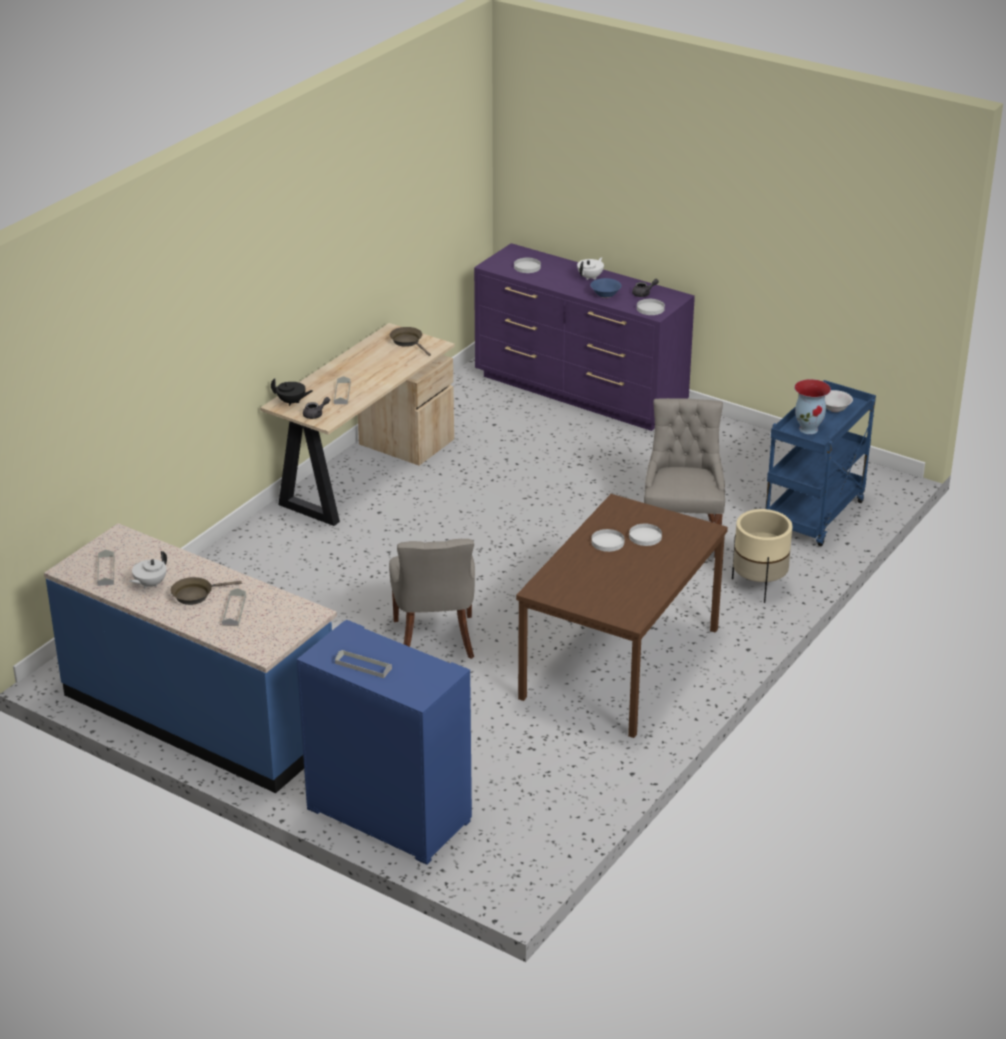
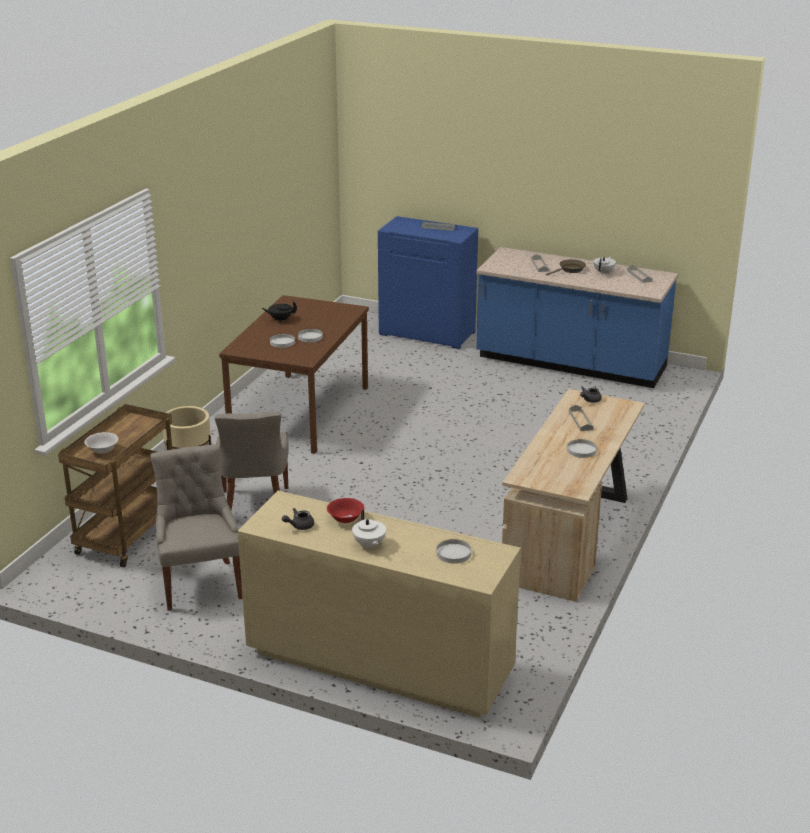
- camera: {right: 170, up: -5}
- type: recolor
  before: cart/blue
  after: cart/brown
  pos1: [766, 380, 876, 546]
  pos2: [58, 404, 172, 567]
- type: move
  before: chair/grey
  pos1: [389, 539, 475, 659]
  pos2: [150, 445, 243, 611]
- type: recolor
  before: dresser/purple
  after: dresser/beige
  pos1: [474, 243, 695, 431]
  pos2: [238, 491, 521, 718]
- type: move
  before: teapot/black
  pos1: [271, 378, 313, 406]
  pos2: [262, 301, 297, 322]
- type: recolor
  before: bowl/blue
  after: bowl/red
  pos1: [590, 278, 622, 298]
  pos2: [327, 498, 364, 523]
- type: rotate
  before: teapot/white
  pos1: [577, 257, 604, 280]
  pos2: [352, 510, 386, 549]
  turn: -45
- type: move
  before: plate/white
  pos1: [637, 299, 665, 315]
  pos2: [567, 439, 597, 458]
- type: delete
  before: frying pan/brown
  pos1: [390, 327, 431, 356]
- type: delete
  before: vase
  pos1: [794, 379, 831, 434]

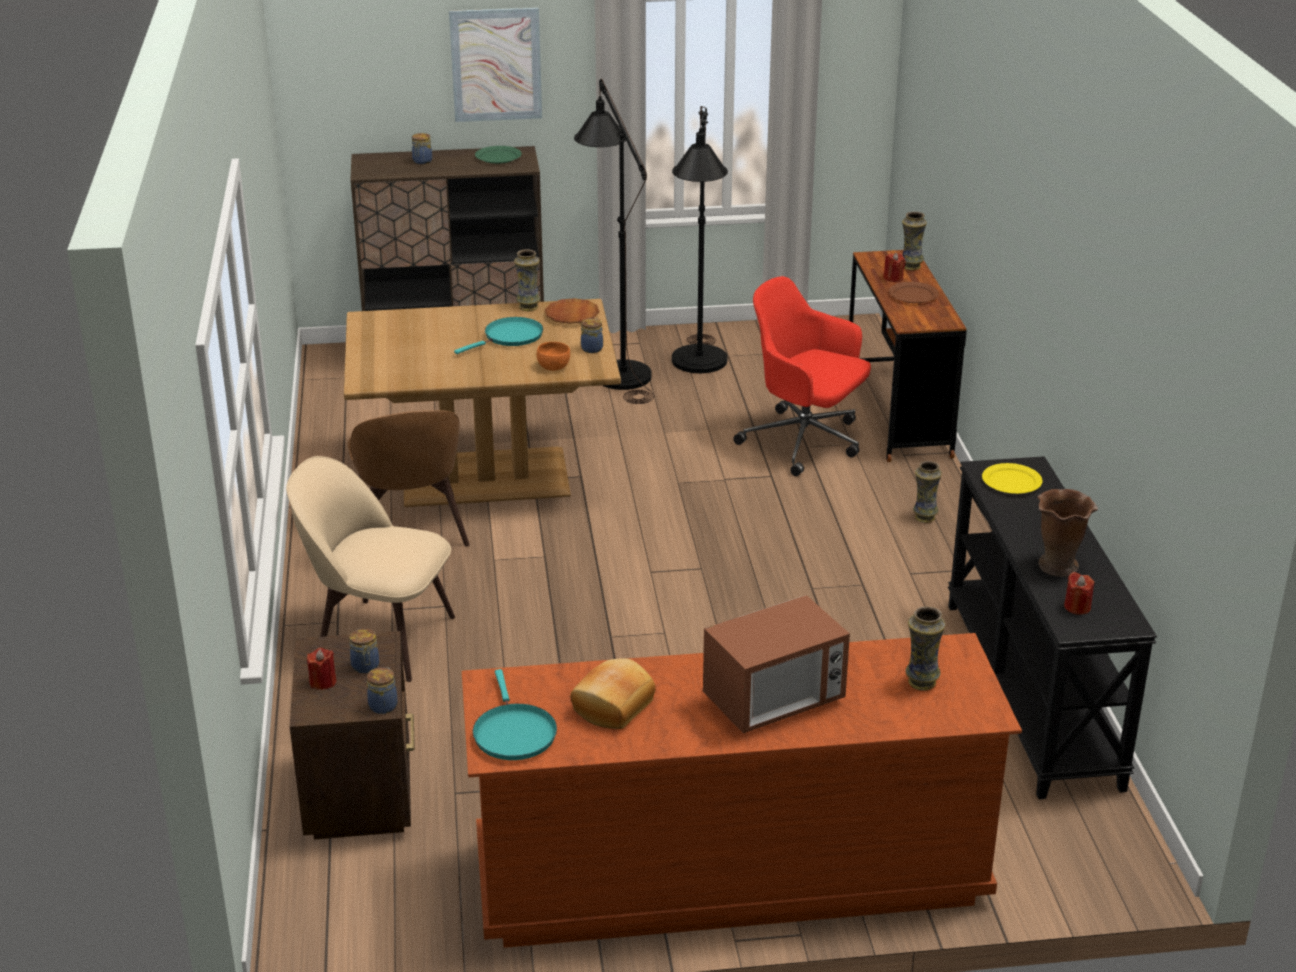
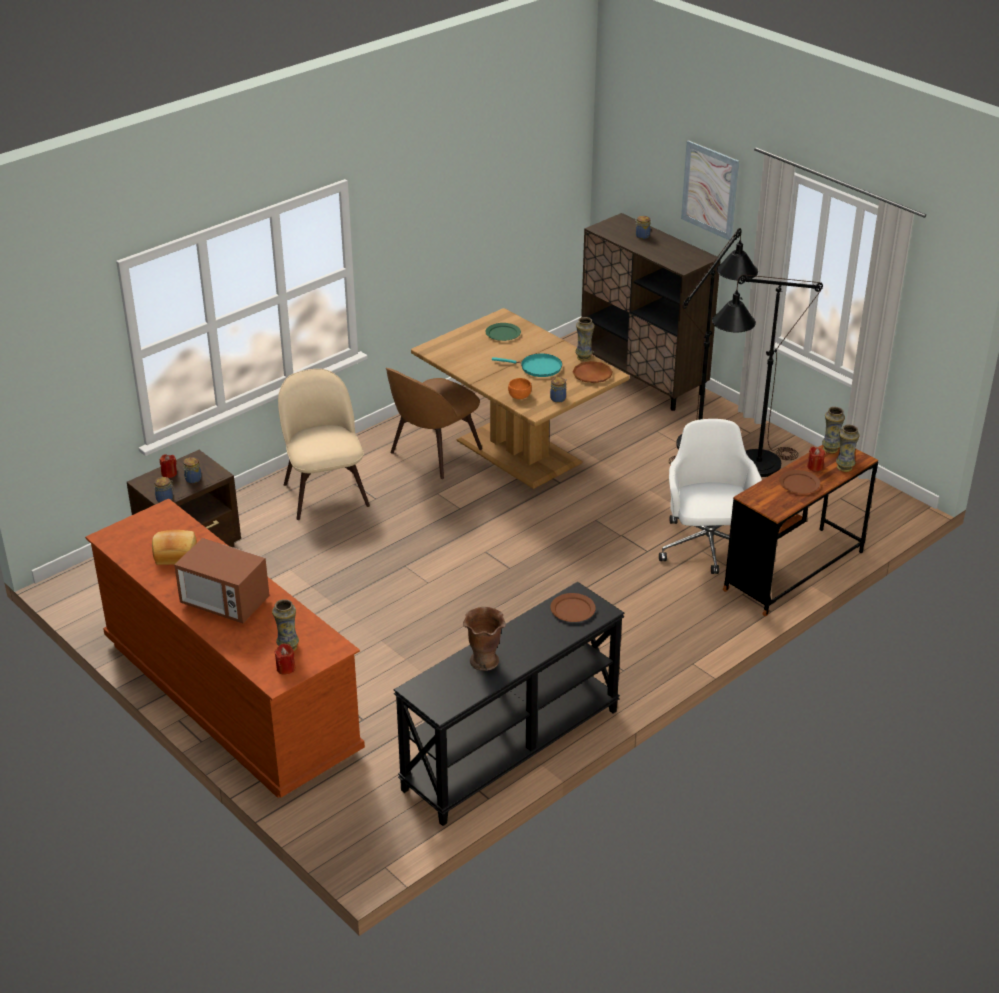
- camera: {right: 55, up: 5}
- type: move
  before: candle/red
  pos1: [1064, 572, 1095, 615]
  pos2: [274, 643, 295, 675]
- type: move
  before: plate/green
  pos1: [475, 146, 522, 164]
  pos2: [485, 323, 521, 341]
- type: recolor
  before: plate/yellow
  after: plate/brown
  pos1: [982, 463, 1043, 494]
  pos2: [550, 593, 596, 622]
- type: recolor
  before: office chair/red
  after: office chair/white
  pos1: [733, 276, 871, 476]
  pos2: [659, 419, 762, 574]
- type: move
  before: vase
  pos1: [913, 461, 942, 523]
  pos2: [822, 407, 845, 453]
- type: delete
  before: frying pan/turquoise
  pos1: [473, 669, 557, 760]

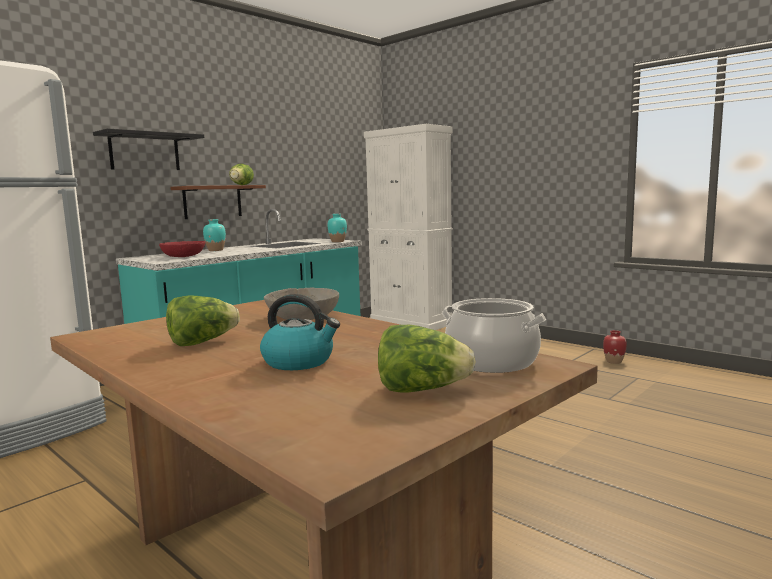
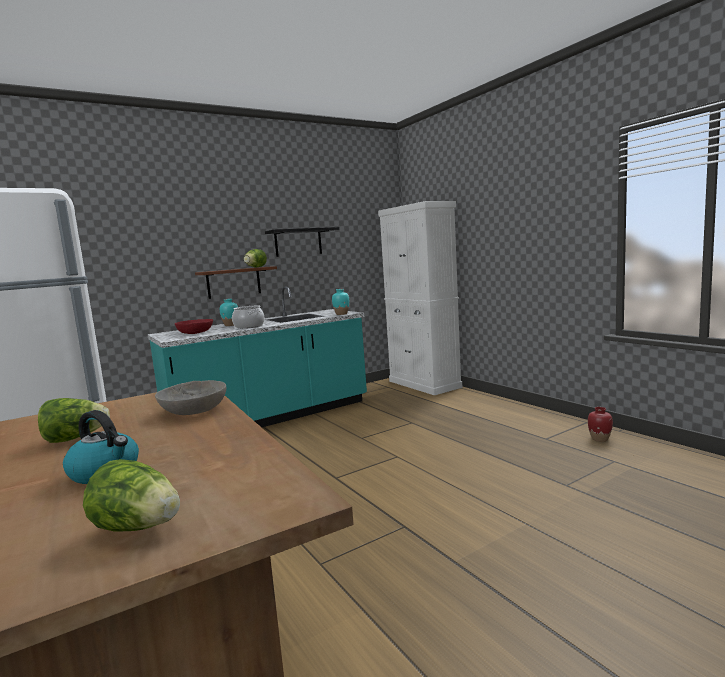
- camera: {right: 15, up: 0}
- type: move
  before: cooking pot
  pos1: [442, 298, 546, 373]
  pos2: [232, 306, 265, 328]
- type: move
  before: shelf/black
  pos1: [93, 128, 204, 170]
  pos2: [265, 227, 339, 257]

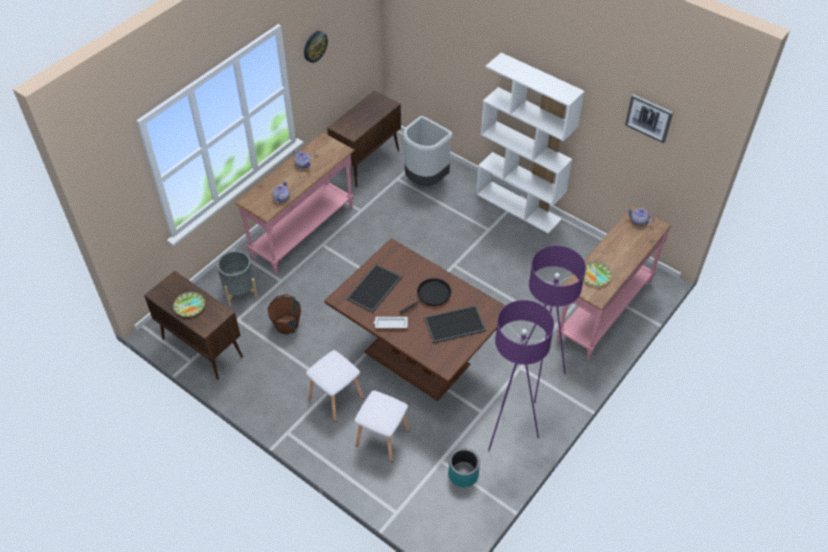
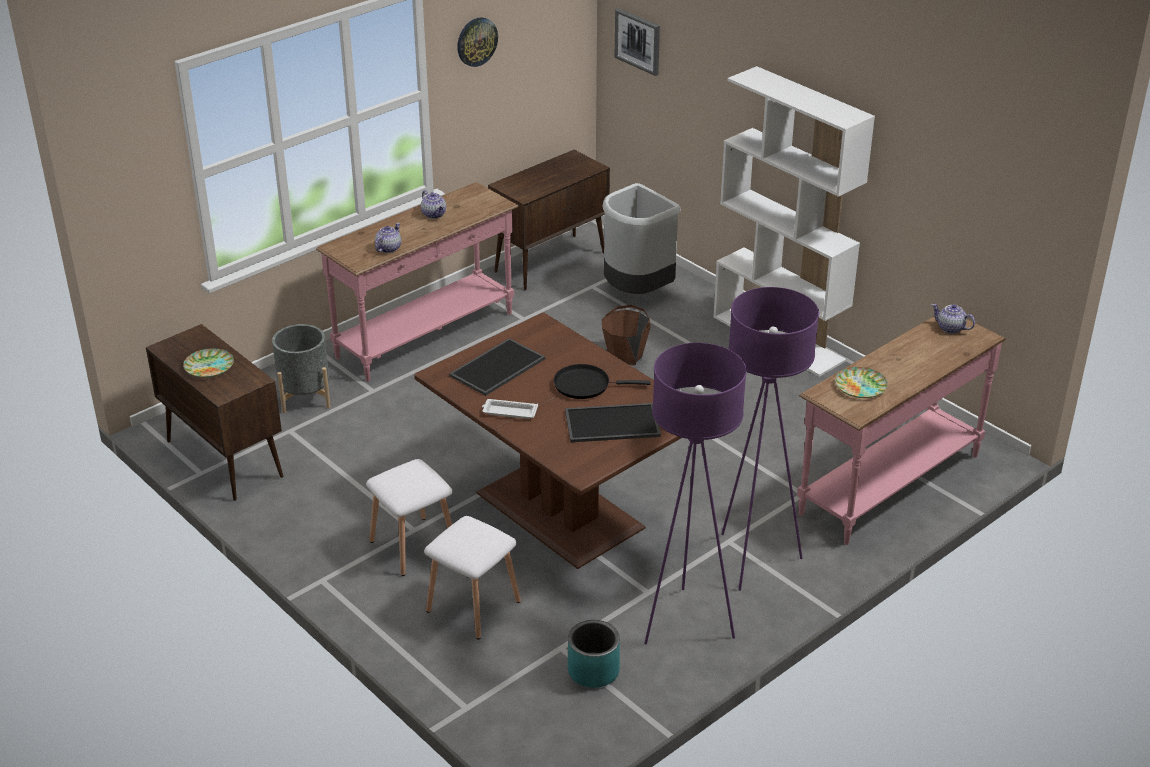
- camera: {right: 10, up: -15}
- type: rotate
  before: frying pan/black
  pos1: [400, 278, 451, 314]
  pos2: [554, 364, 650, 399]
  turn: -150
- type: move
  before: bucket/brown
  pos1: [268, 294, 301, 335]
  pos2: [602, 305, 650, 366]
- type: move
  before: picture
  pos1: [625, 94, 673, 143]
  pos2: [615, 8, 660, 76]

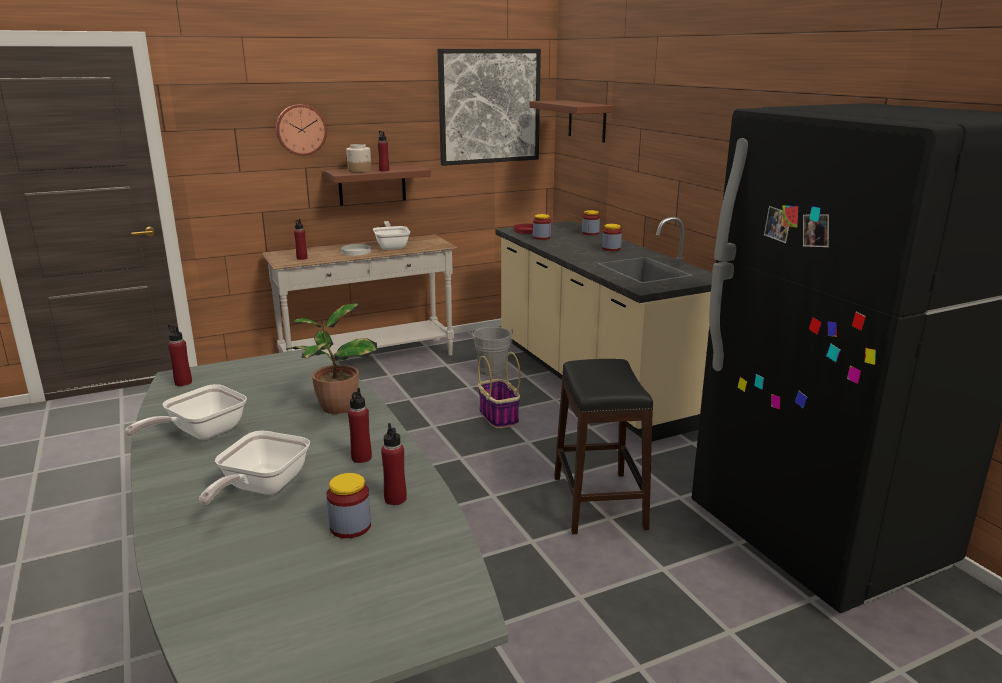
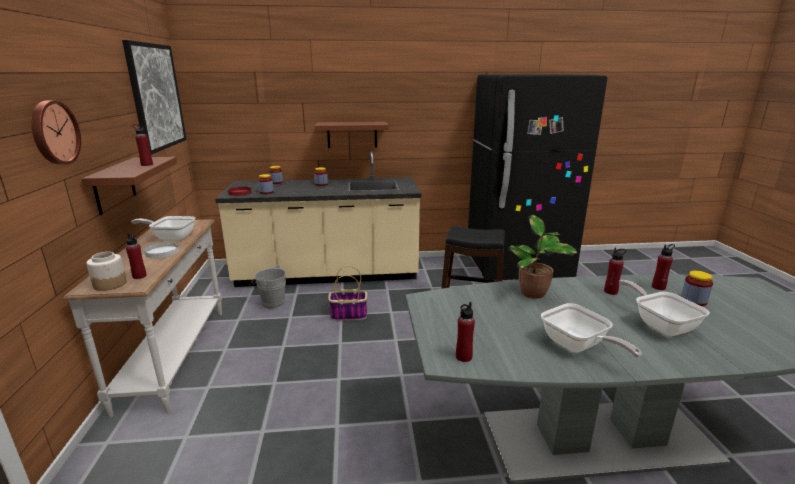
- camera: {right: -70, up: 0}
- type: move
  before: jar
  pos1: [346, 144, 372, 173]
  pos2: [86, 252, 127, 291]
- type: move
  before: shelf/brown
  pos1: [529, 100, 614, 142]
  pos2: [315, 122, 388, 148]
- type: rotate
  before: frying pan
  pos1: [199, 430, 310, 505]
  pos2: [619, 280, 710, 336]
  turn: -150

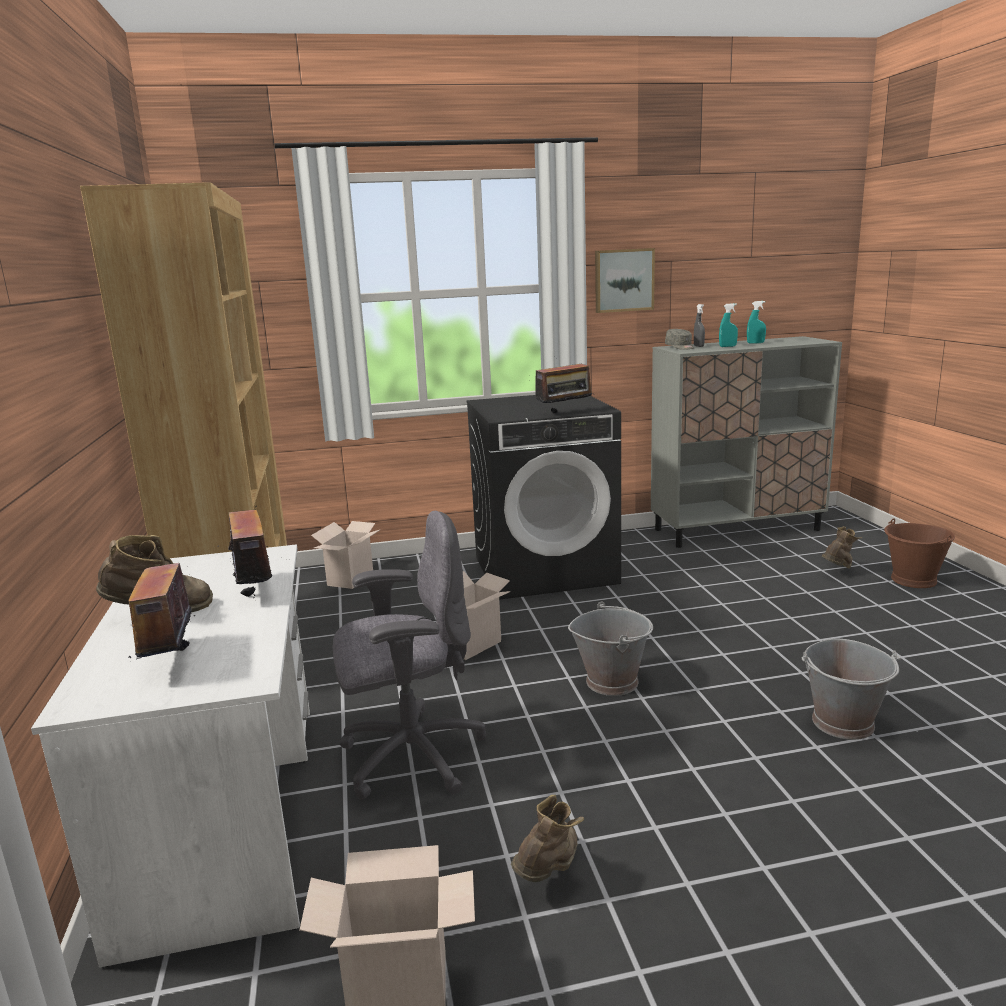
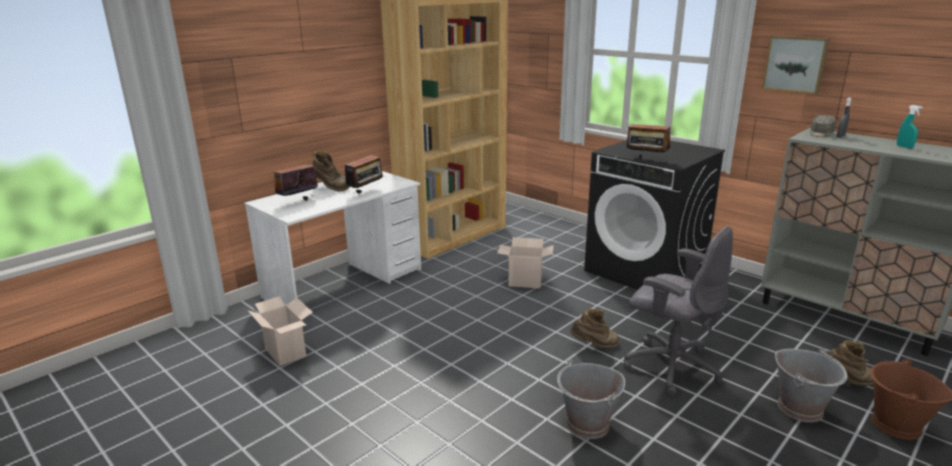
- camera: {right: 55, up: 5}
- type: move
  before: boot/brown
  pos1: [511, 795, 584, 882]
  pos2: [570, 309, 619, 349]
- type: move
  before: office chair/grey
  pos1: [333, 511, 486, 800]
  pos2: [624, 226, 733, 396]
- type: move
  before: bucket/grey
  pos1: [568, 602, 653, 696]
  pos2: [775, 348, 847, 422]
- type: delete
  before: cardboard box
  pos1: [311, 521, 381, 589]
- type: delete
  before: spray bottle/turquoise
  pos1: [719, 303, 738, 347]

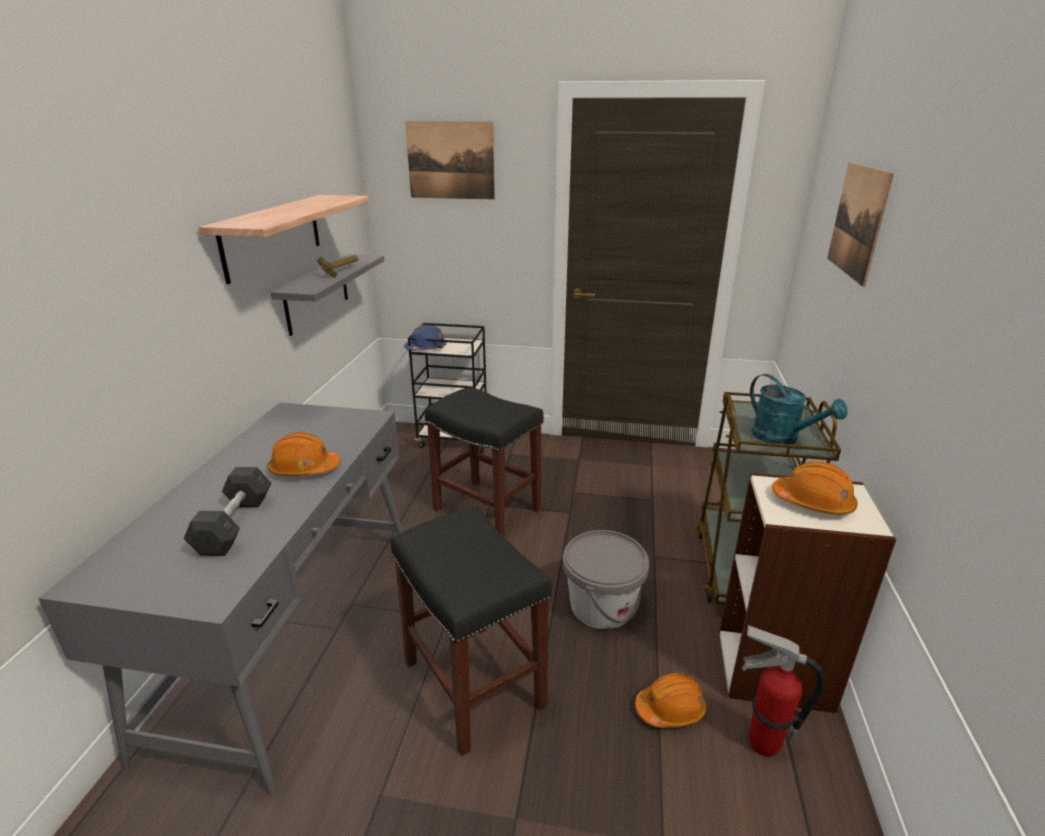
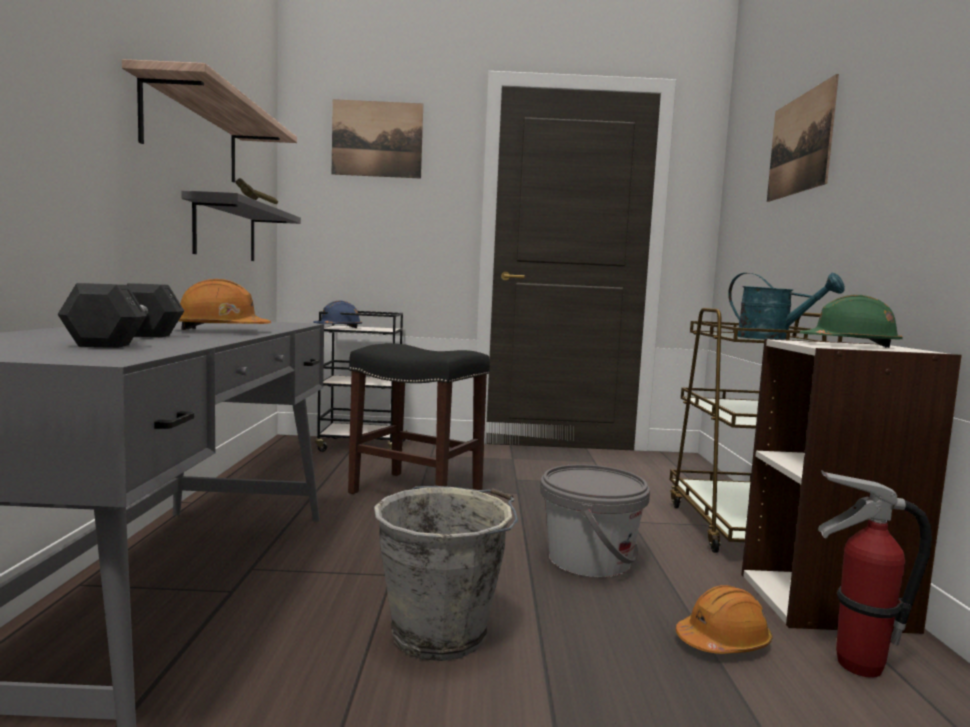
- camera: {right: -10, up: -20}
- type: replace
  before: stool/black
  after: bucket/grey
  pos1: [391, 507, 552, 756]
  pos2: [374, 486, 518, 661]
- type: recolor
  before: hard hat/orange
  after: hard hat/green
  pos1: [772, 461, 858, 516]
  pos2: [799, 295, 902, 348]

